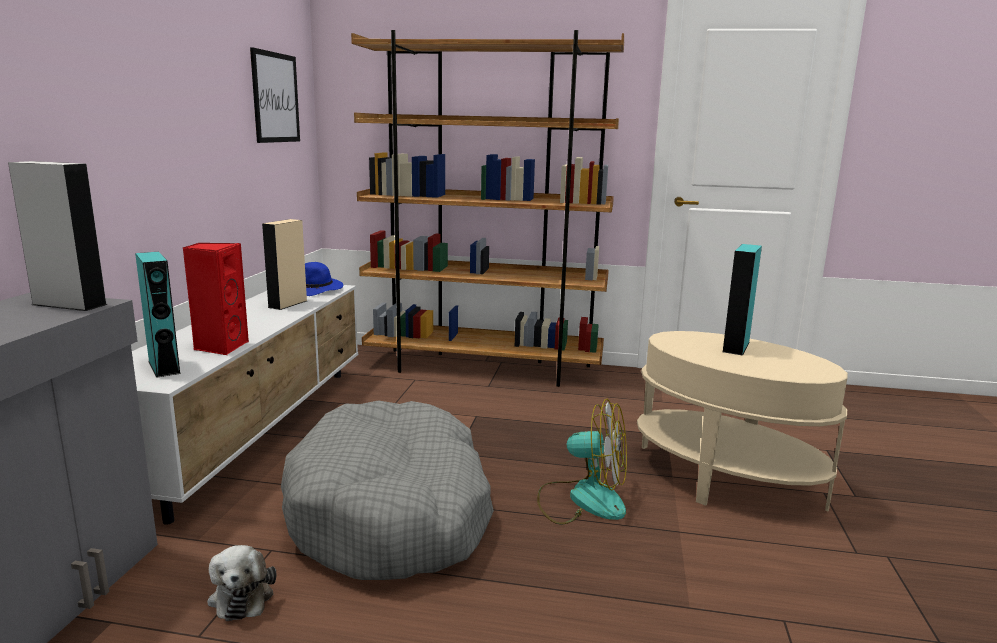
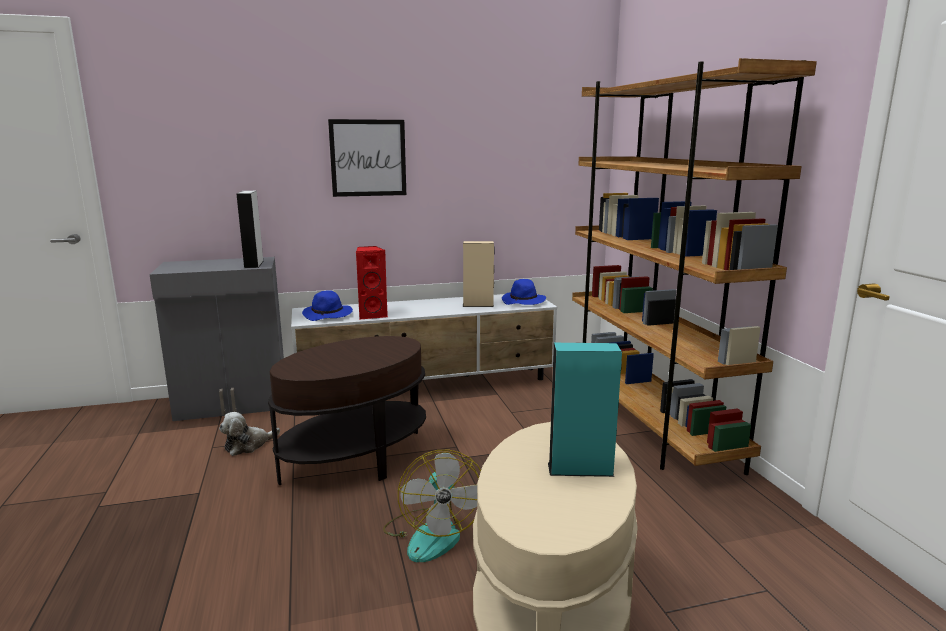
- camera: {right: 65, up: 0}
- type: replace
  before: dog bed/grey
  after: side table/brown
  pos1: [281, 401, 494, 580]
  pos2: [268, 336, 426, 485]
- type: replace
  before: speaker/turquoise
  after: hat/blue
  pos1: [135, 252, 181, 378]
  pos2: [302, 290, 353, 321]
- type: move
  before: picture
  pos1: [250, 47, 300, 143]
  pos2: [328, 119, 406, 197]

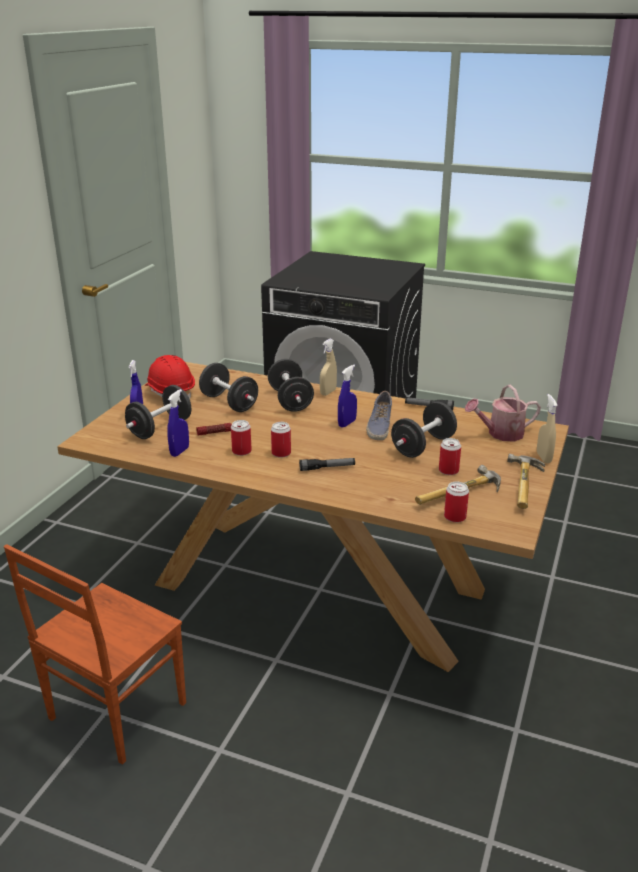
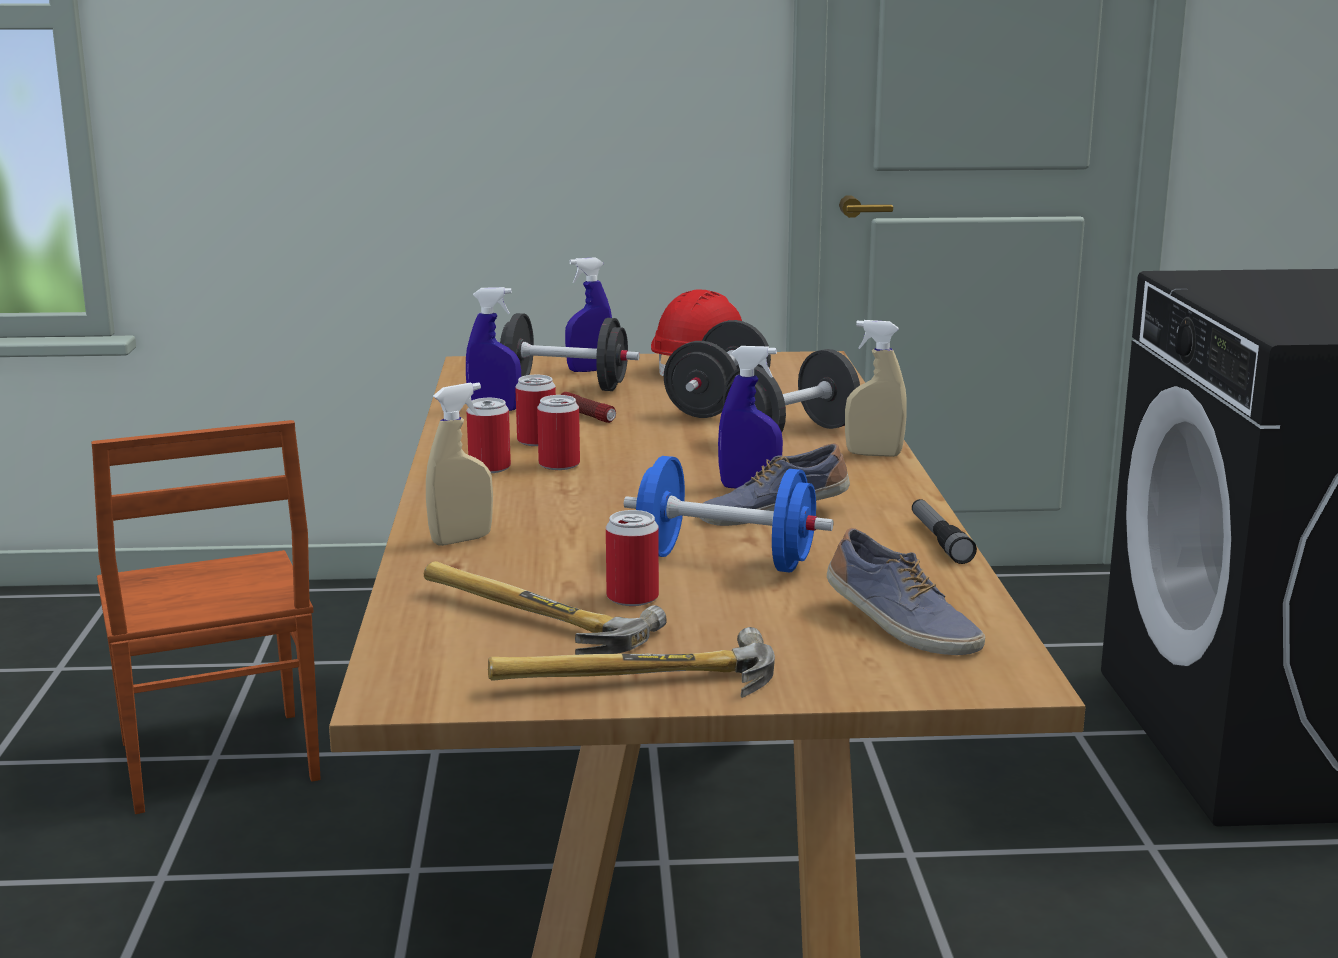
- camera: {right: 65, up: -10}
- type: rotate
  before: chair/brown
  pos1: [4, 544, 186, 765]
  pos2: [91, 420, 321, 814]
  turn: -120
- type: move
  before: spray bottle/beige
  pos1: [537, 394, 558, 463]
  pos2: [426, 382, 493, 546]
- type: move
  before: can
  pos1: [444, 482, 469, 522]
  pos2: [466, 398, 511, 473]
- type: recolor
  before: dumbbell/black
  after: dumbbell/blue
  pos1: [391, 402, 457, 458]
  pos2: [624, 456, 833, 573]
- type: replace
  before: watering can
  after: shoe
  pos1: [465, 385, 541, 441]
  pos2: [827, 528, 985, 655]
- type: delete
  before: flashlight
  pos1: [299, 458, 355, 471]

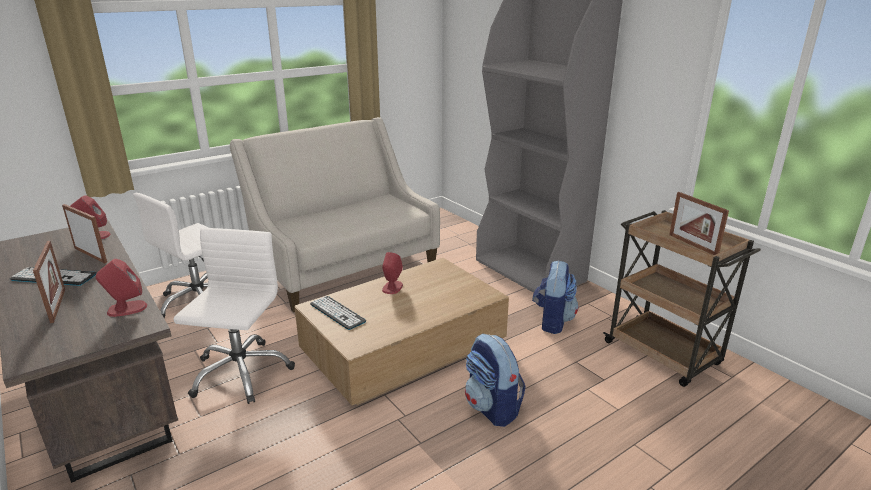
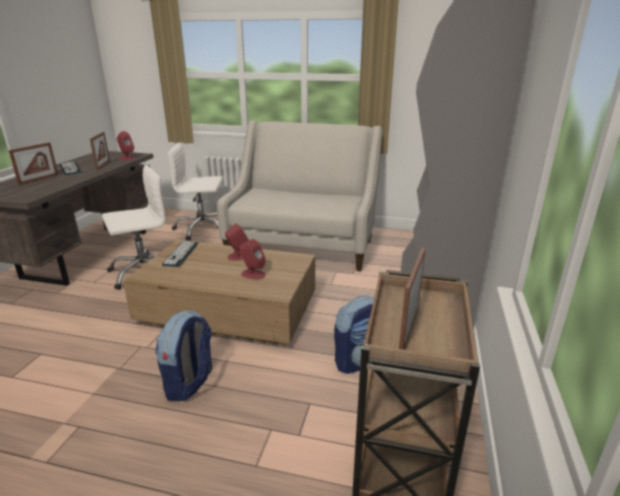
- camera: {right: 50, up: 0}
- type: move
  before: speaker/red
  pos1: [96, 259, 147, 317]
  pos2: [239, 239, 266, 280]

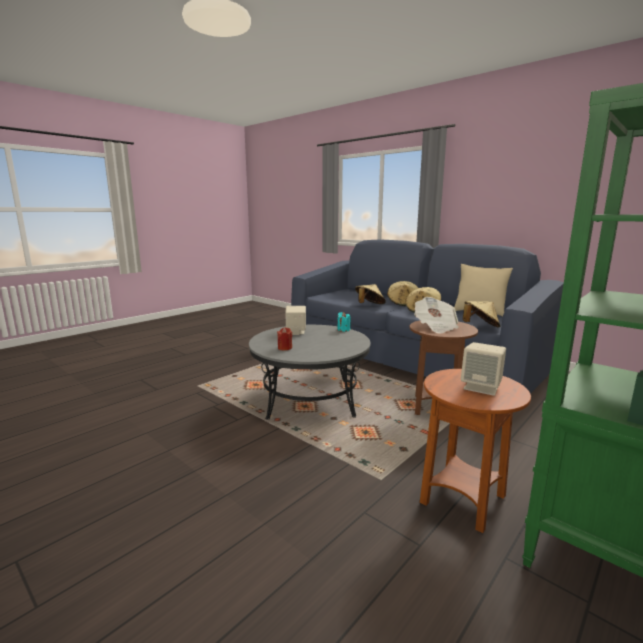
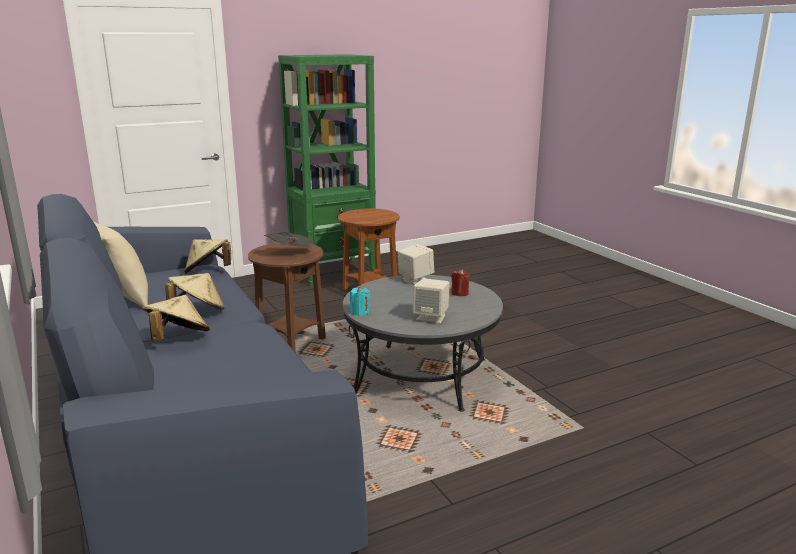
- camera: {right: -160, up: 5}
- type: move
  before: speaker/beige
  pos1: [461, 342, 506, 396]
  pos2: [398, 244, 434, 284]
- type: delete
  before: hat/beige
  pos1: [355, 284, 386, 304]

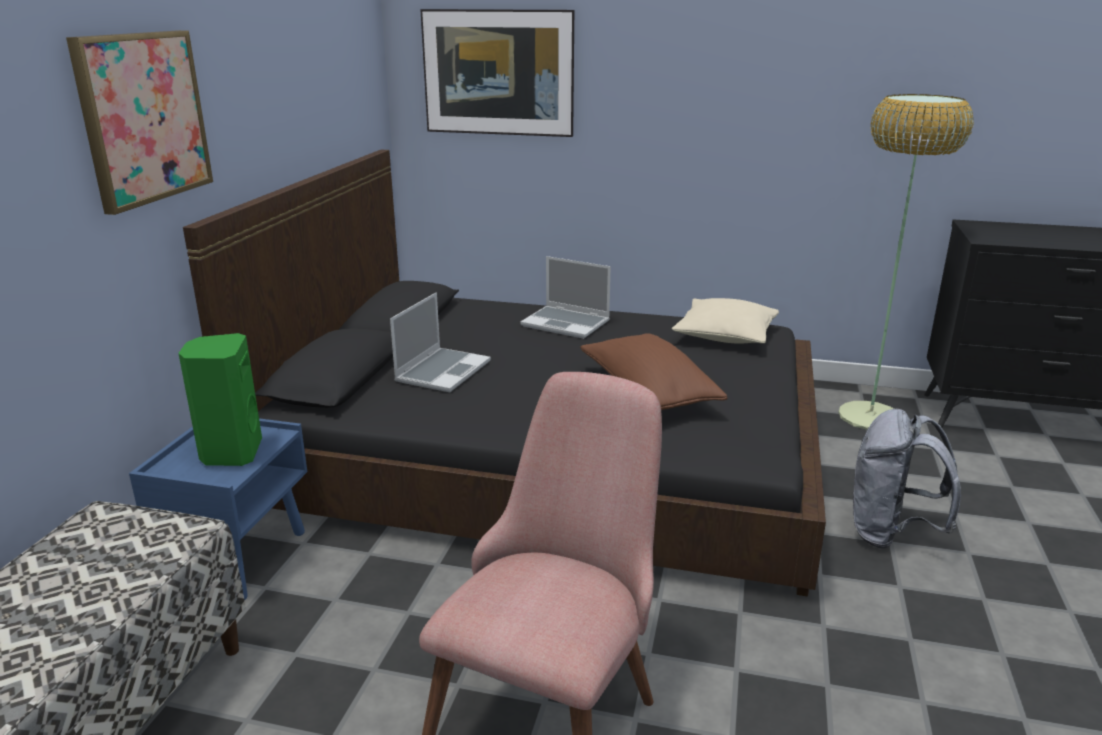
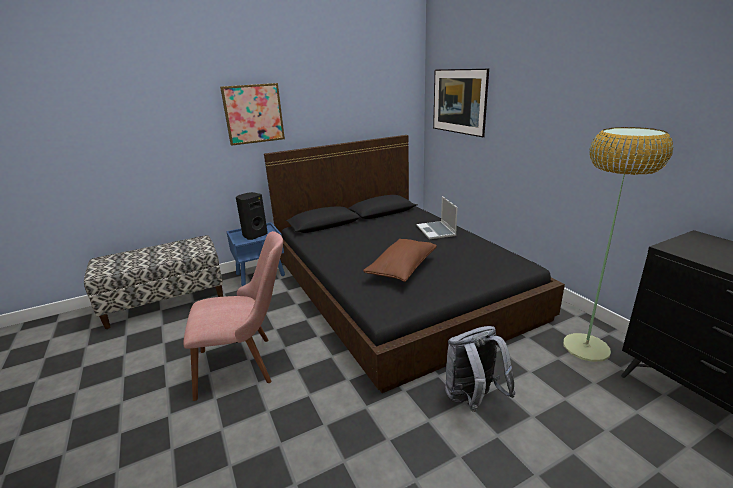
- camera: {right: 50, up: 0}
- type: recolor
  before: speaker/green
  after: speaker/black
  pos1: [178, 333, 262, 466]
  pos2: [236, 192, 268, 240]
- type: delete
  before: laptop
  pos1: [390, 292, 491, 392]
- type: delete
  before: pillow/beige
  pos1: [672, 298, 779, 344]

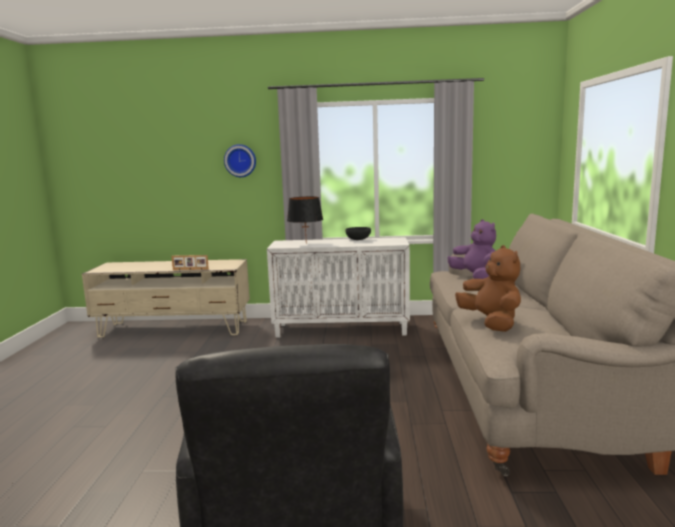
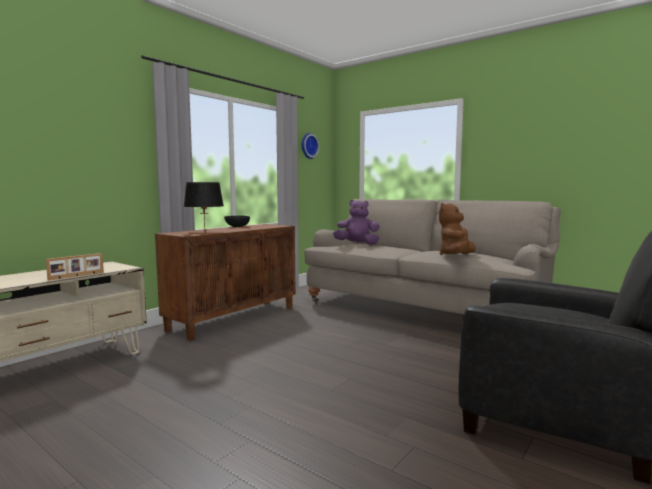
- camera: {right: -55, up: -5}
- type: recolor
  before: cabinet/white
  after: cabinet/brown
  pos1: [267, 237, 410, 338]
  pos2: [155, 224, 295, 341]
- type: move
  before: wall clock
  pos1: [224, 144, 256, 177]
  pos2: [301, 133, 320, 159]
- type: rotate
  before: plush toy/brown
  pos1: [455, 245, 521, 332]
  pos2: [439, 203, 476, 255]
  turn: -75

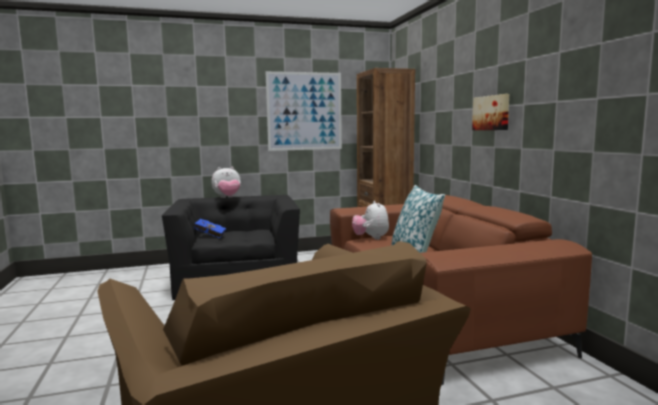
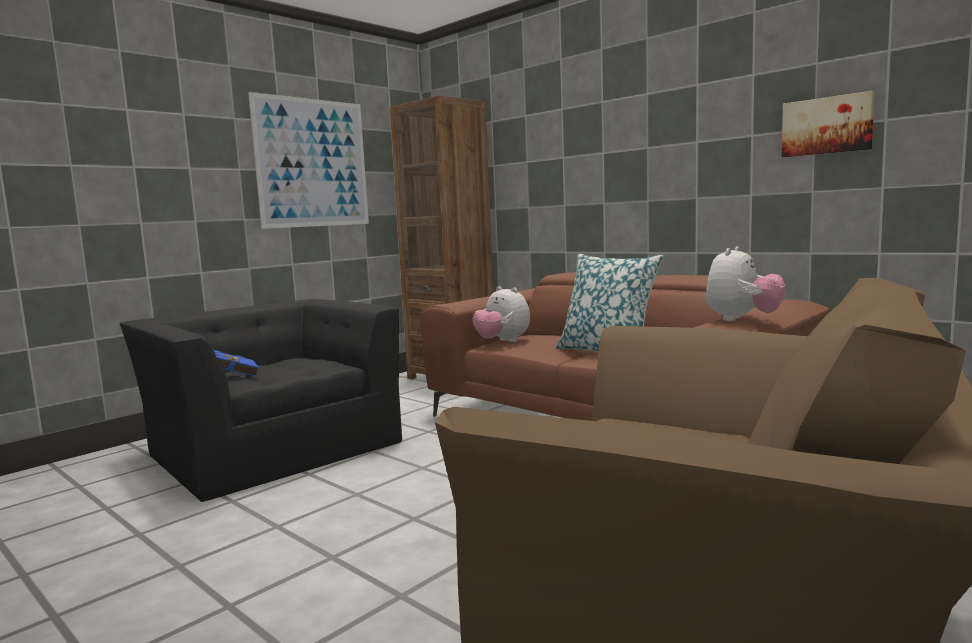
- camera: {right: -30, up: 0}
- type: move
  before: plush toy
  pos1: [211, 167, 241, 198]
  pos2: [706, 246, 785, 321]
- type: move
  before: picture
  pos1: [472, 94, 509, 130]
  pos2: [782, 91, 874, 157]

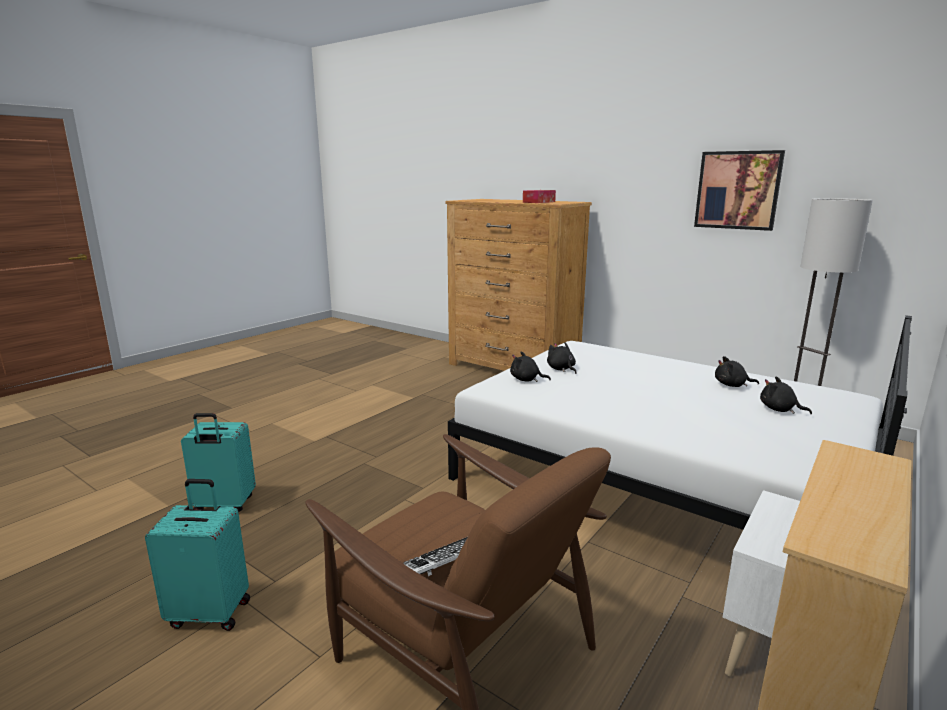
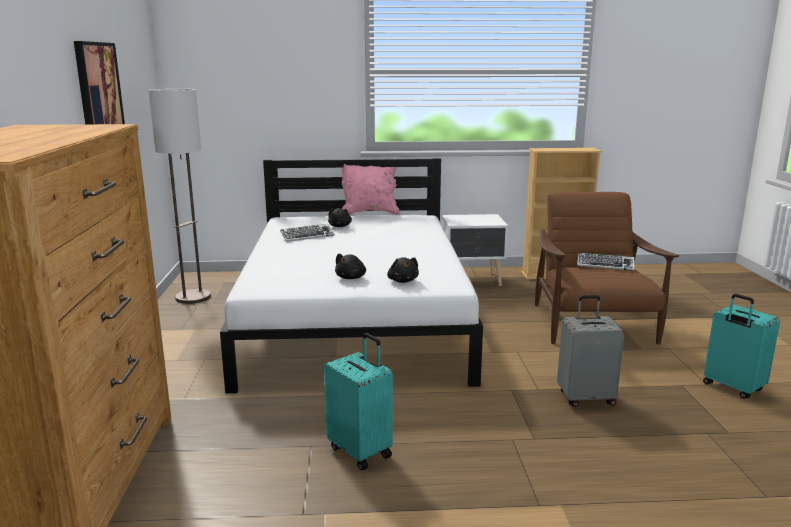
- camera: {right: -130, up: 0}
- type: replace
  before: plush toy/black
  after: keyboard
  pos1: [715, 356, 759, 387]
  pos2: [280, 224, 335, 242]
- type: move
  before: suitcase/turquoise
  pos1: [181, 413, 256, 512]
  pos2: [324, 333, 393, 470]
- type: insert
  after: pillow/pink
  pos2: [341, 158, 400, 215]
- type: insert
  after: suitcase/grey
  pos2: [557, 295, 625, 407]
- type: delete
  before: tissue box
  pos1: [523, 190, 556, 203]

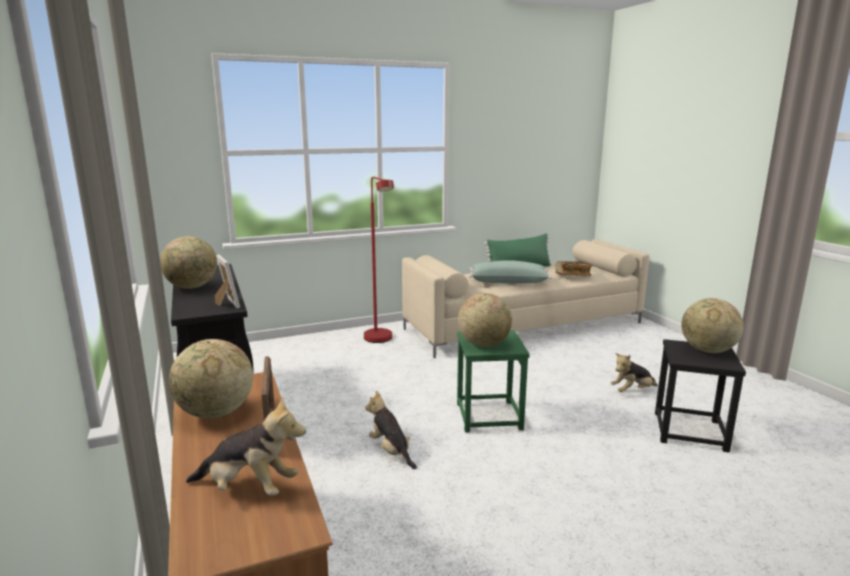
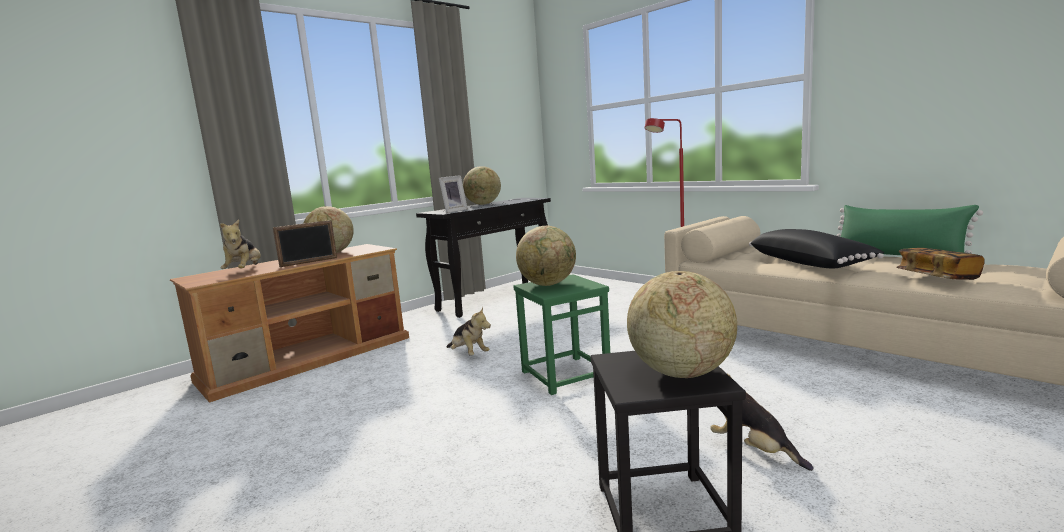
- camera: {right: 70, up: -5}
- type: rotate
  before: plush toy
  pos1: [365, 391, 417, 469]
  pos2: [447, 307, 491, 355]
  turn: 105
- type: recolor
  before: pillow/green
  after: pillow/black
  pos1: [469, 260, 552, 284]
  pos2: [749, 229, 884, 268]

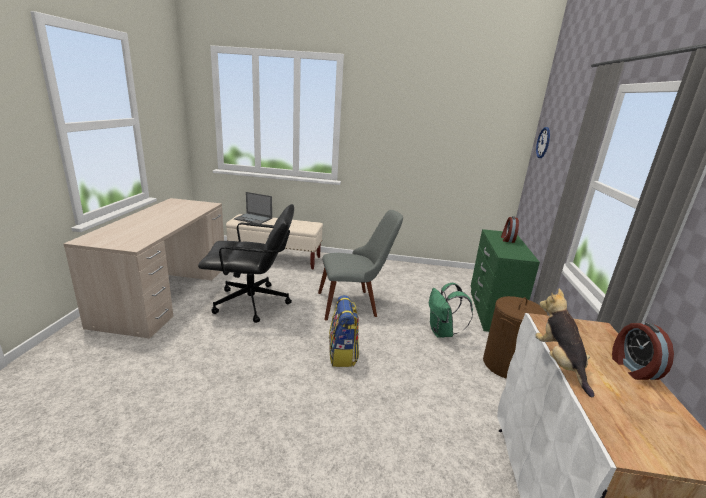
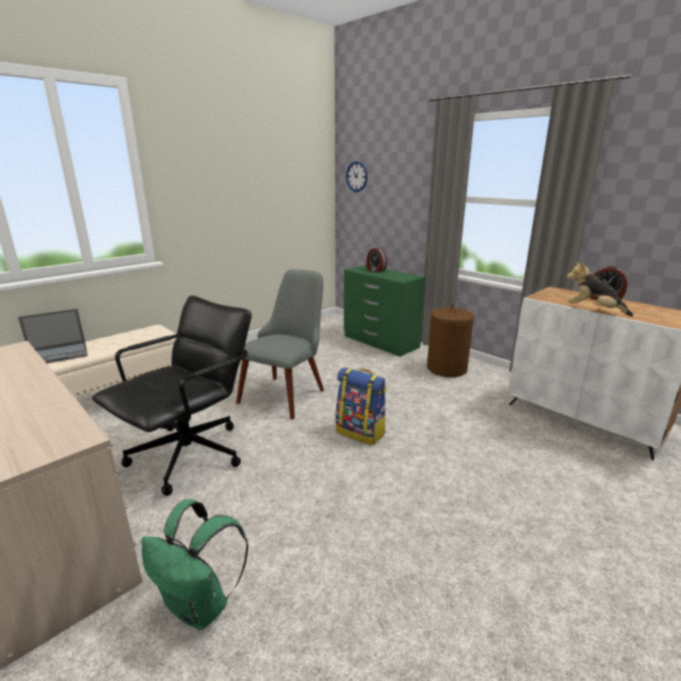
- camera: {right: -50, up: 0}
- type: move
  before: backpack/green
  pos1: [429, 283, 473, 338]
  pos2: [141, 500, 248, 630]

